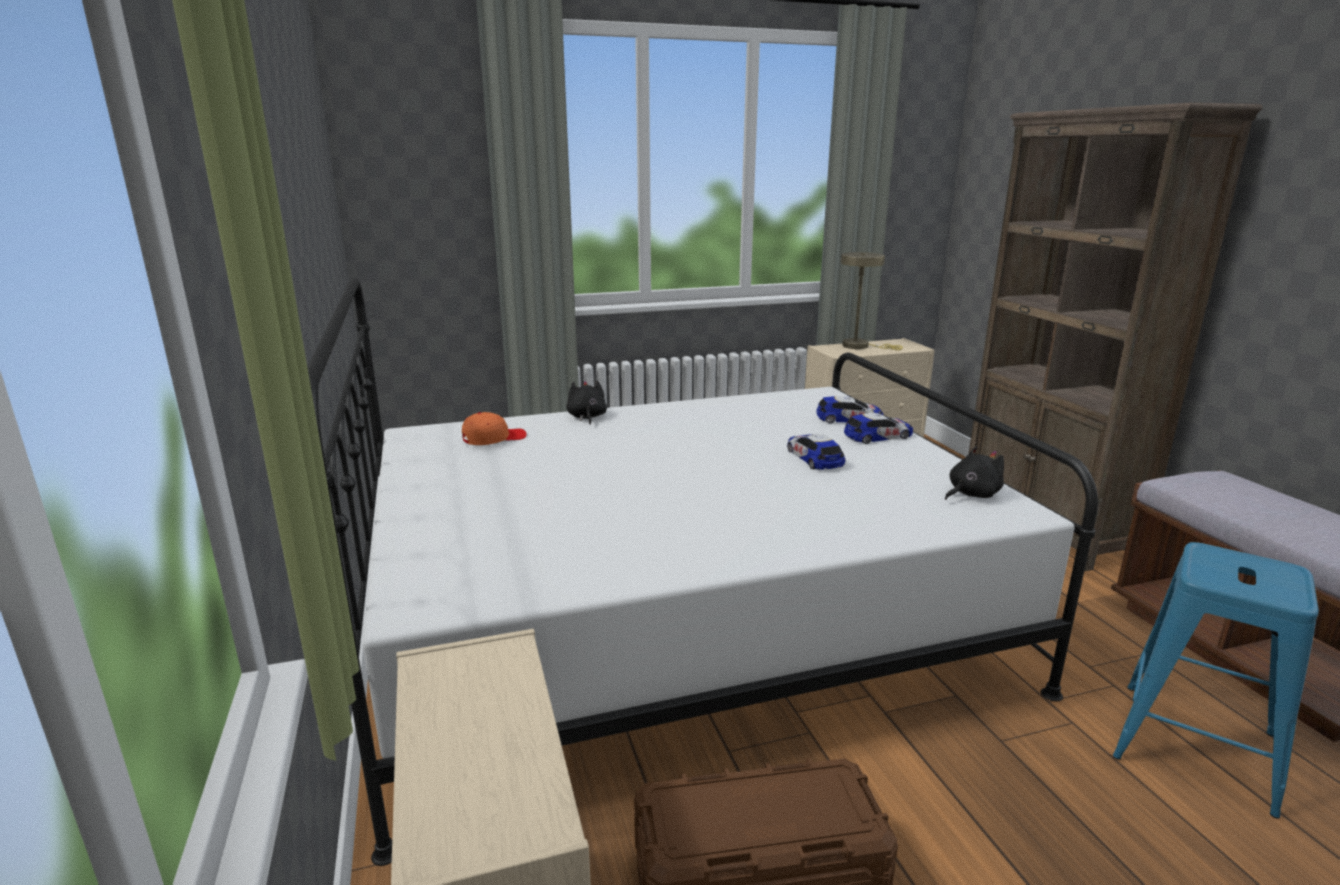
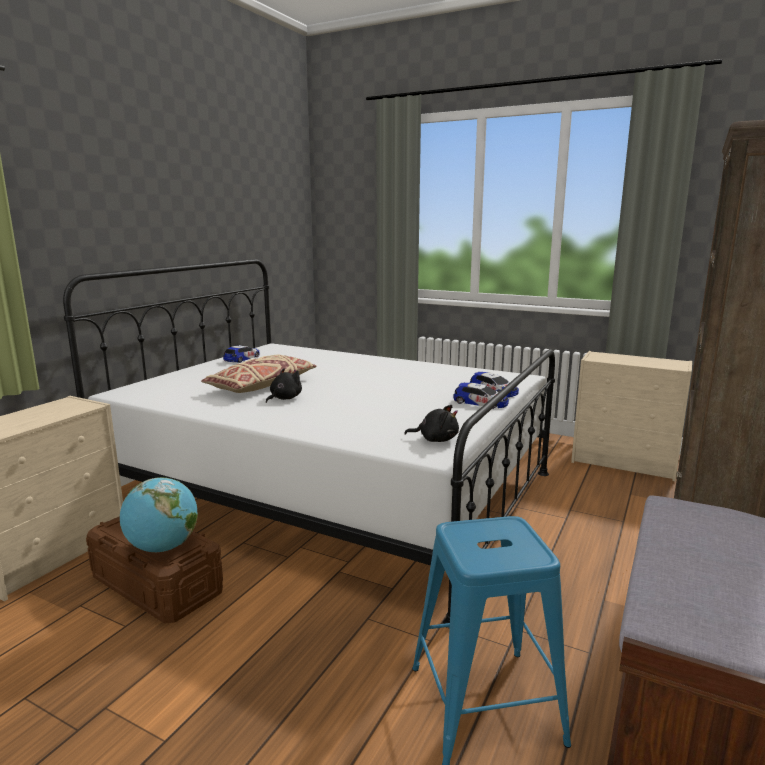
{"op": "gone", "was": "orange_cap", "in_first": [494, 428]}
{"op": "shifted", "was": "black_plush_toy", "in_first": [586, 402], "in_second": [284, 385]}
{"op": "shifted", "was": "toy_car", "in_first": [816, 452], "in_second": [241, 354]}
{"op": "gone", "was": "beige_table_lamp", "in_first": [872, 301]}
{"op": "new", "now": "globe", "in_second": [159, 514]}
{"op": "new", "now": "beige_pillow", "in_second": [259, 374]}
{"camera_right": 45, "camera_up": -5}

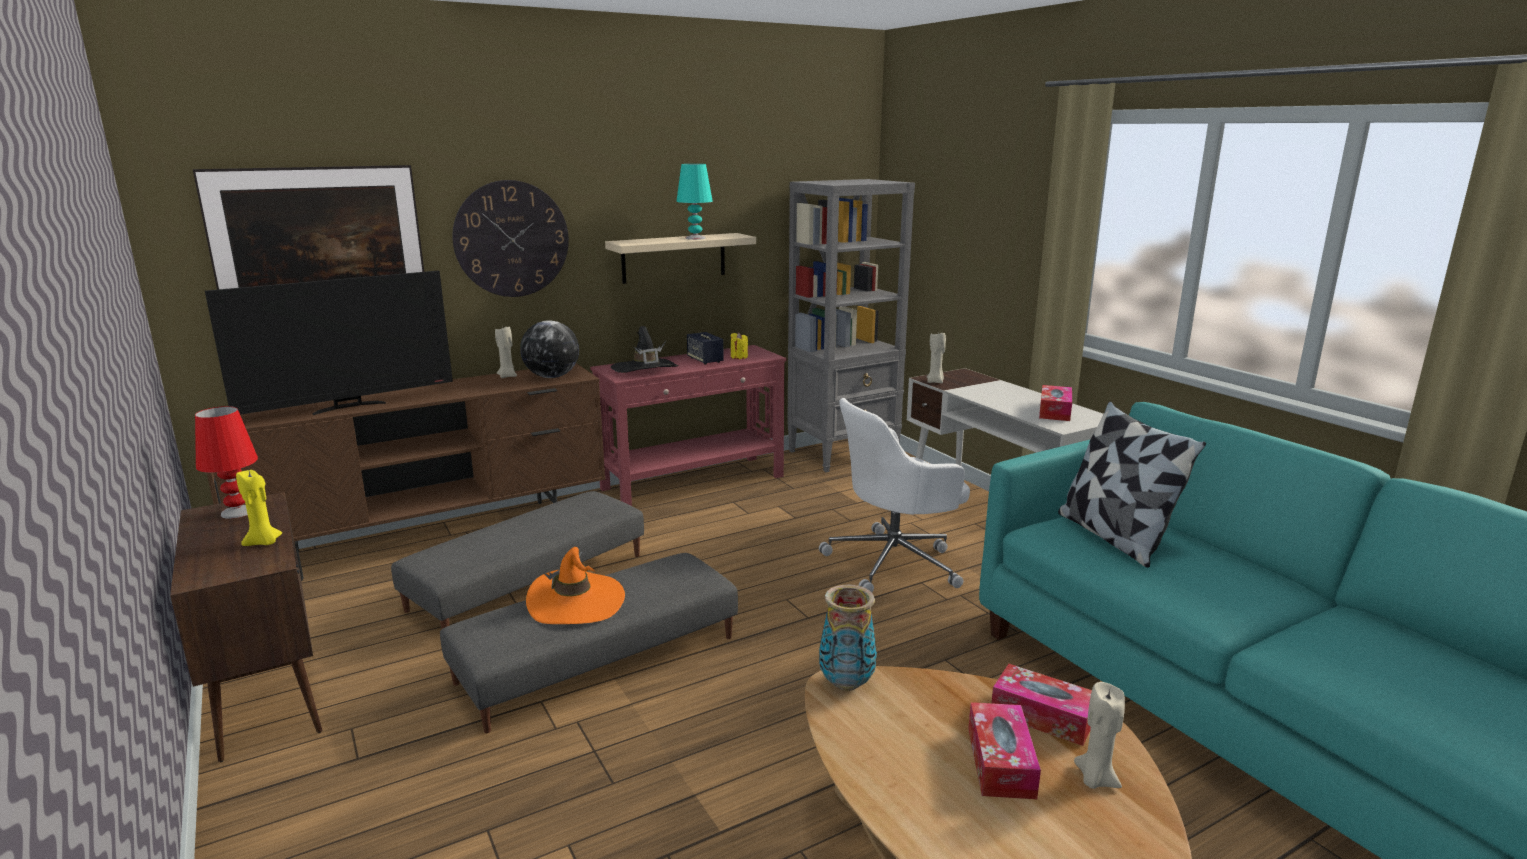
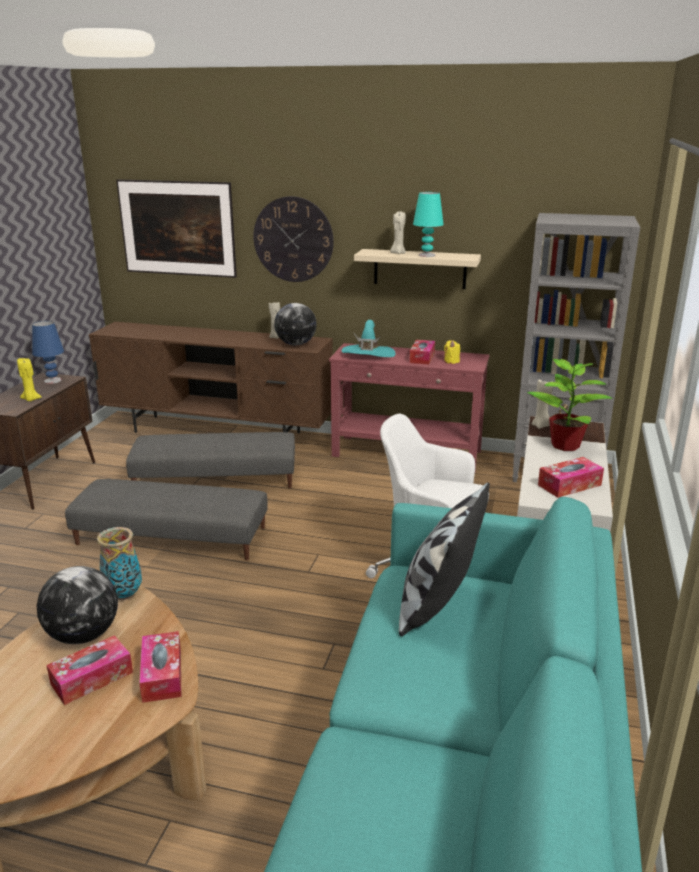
{"op": "repainted", "was": "red_table_lamp", "now": "blue_table_lamp", "in_first": [226, 462], "in_second": [48, 352]}
{"op": "gone", "was": "television", "in_first": [329, 343]}
{"op": "gone", "was": "orange_hat", "in_first": [575, 585]}
{"op": "repainted", "was": "black_hat", "now": "turquoise_hat", "in_first": [645, 349], "in_second": [368, 338]}
{"op": "swapped", "was": "speaker", "now": "tissue_box", "in_first": [705, 348], "in_second": [422, 352]}
{"op": "shifted", "was": "beige_candle", "in_first": [1099, 735], "in_second": [398, 232]}
{"op": "new", "now": "globe", "in_second": [77, 605]}
{"op": "new", "now": "potted_plant", "in_second": [569, 404]}
{"camera_right": 45, "camera_up": 5}

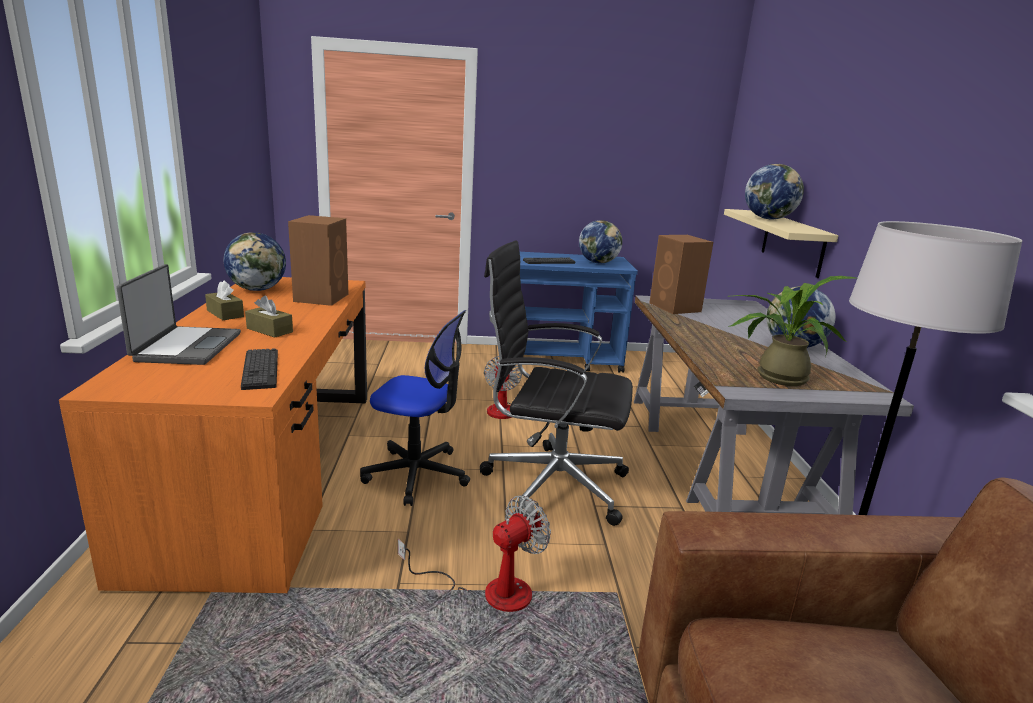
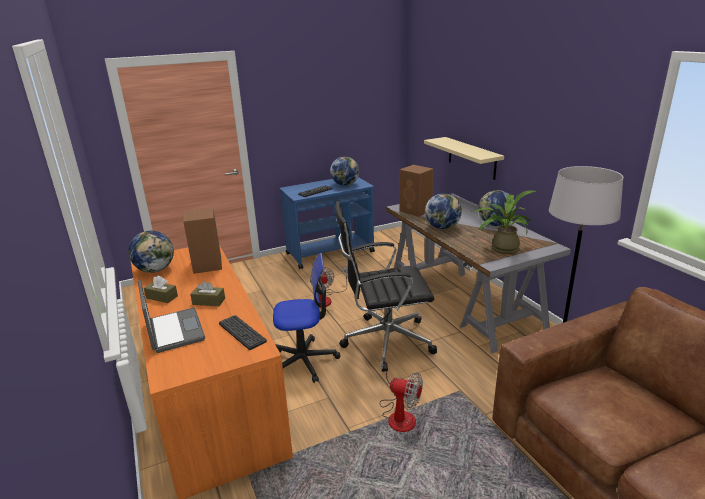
{"op": "rotated", "was": "fan", "in_first": [474, 553], "in_second": [401, 396], "clockwise": 90}
{"op": "shifted", "was": "globe", "in_first": [774, 191], "in_second": [443, 211]}
{"camera_right": -20, "camera_up": 5}

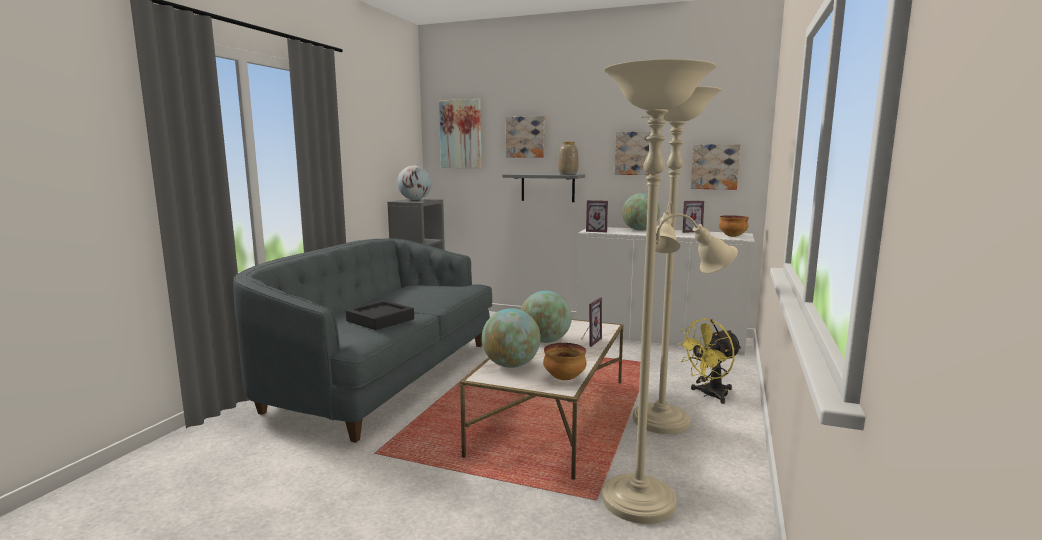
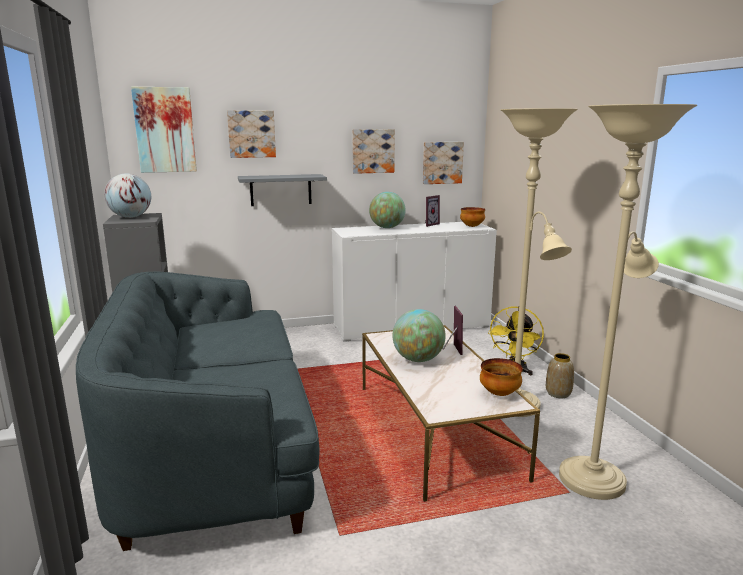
{"op": "gone", "was": "black_tray", "in_first": [380, 315]}
{"op": "gone", "was": "globe", "in_first": [511, 338]}
{"op": "shifted", "was": "vase", "in_first": [568, 158], "in_second": [560, 375]}
{"op": "gone", "was": "picture_frame", "in_first": [597, 216]}
{"camera_right": -35, "camera_up": 5}

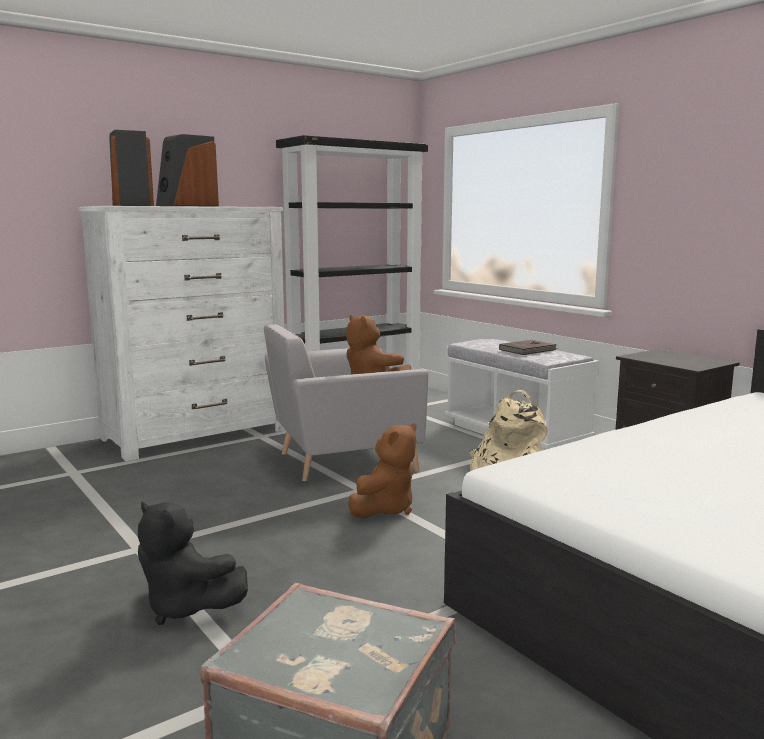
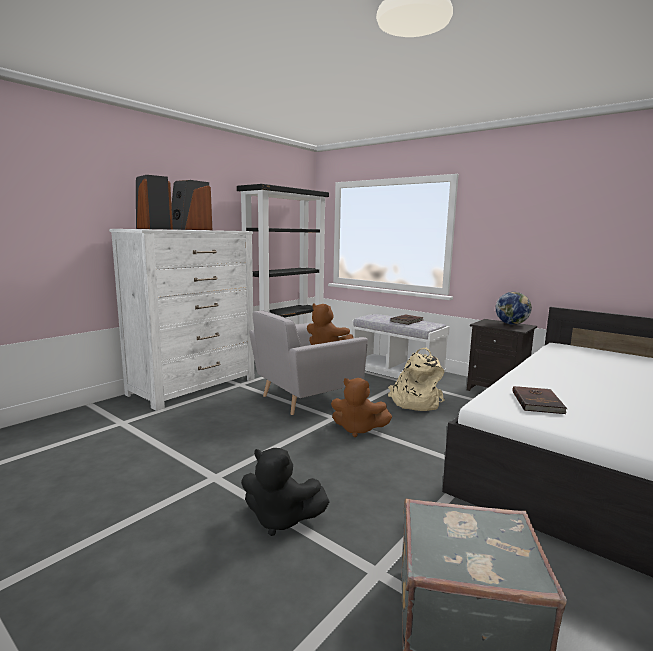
{"op": "rotated", "was": "brown_plush_toy", "in_first": [382, 470], "in_second": [361, 407], "clockwise": 90}
{"op": "new", "now": "globe", "in_second": [514, 308]}
{"op": "new", "now": "brown_book", "in_second": [540, 400]}
{"camera_right": -15, "camera_up": 0}

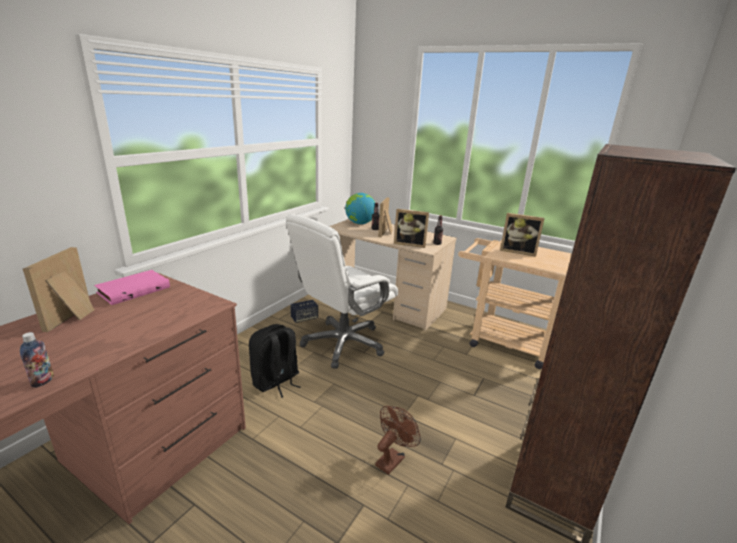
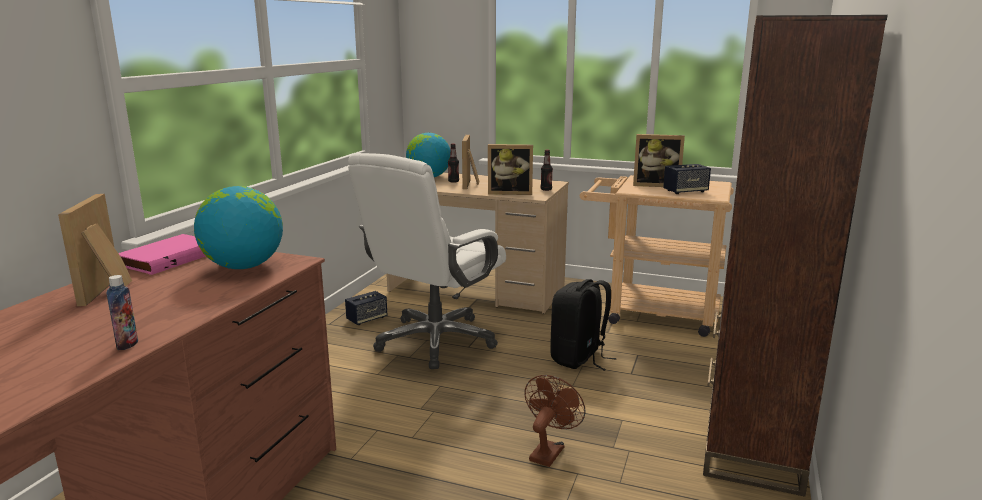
{"op": "shifted", "was": "black_backpack", "in_first": [275, 361], "in_second": [583, 325]}
{"op": "new", "now": "globe", "in_second": [238, 227]}
{"op": "new", "now": "speaker", "in_second": [687, 179]}
{"camera_right": -10, "camera_up": -5}

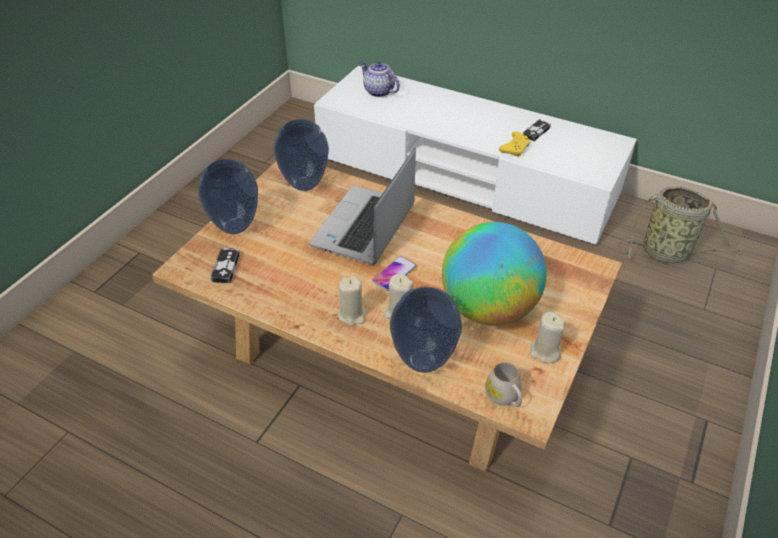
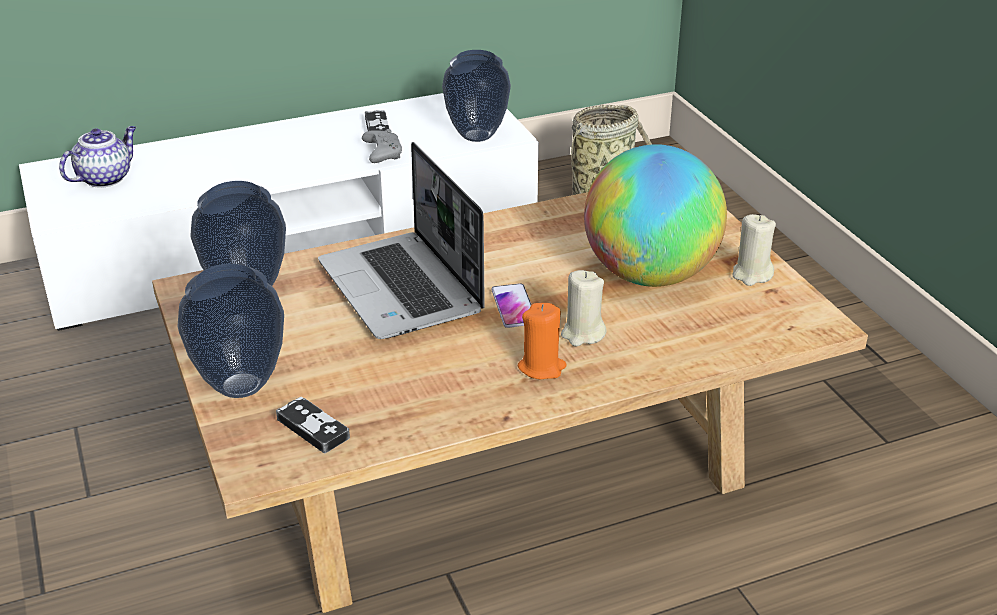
{"op": "repainted", "was": "beige_candle", "now": "orange_candle", "in_first": [352, 301], "in_second": [542, 341]}
{"op": "rotated", "was": "teapot", "in_first": [379, 79], "in_second": [97, 157], "clockwise": 135}
{"op": "shifted", "was": "vase", "in_first": [426, 330], "in_second": [476, 96]}
{"op": "gone", "was": "white_mug", "in_first": [503, 384]}
{"op": "repainted", "was": "yellow_game_controller", "now": "grey_game_controller", "in_first": [514, 144], "in_second": [382, 146]}
{"camera_right": -50, "camera_up": -10}

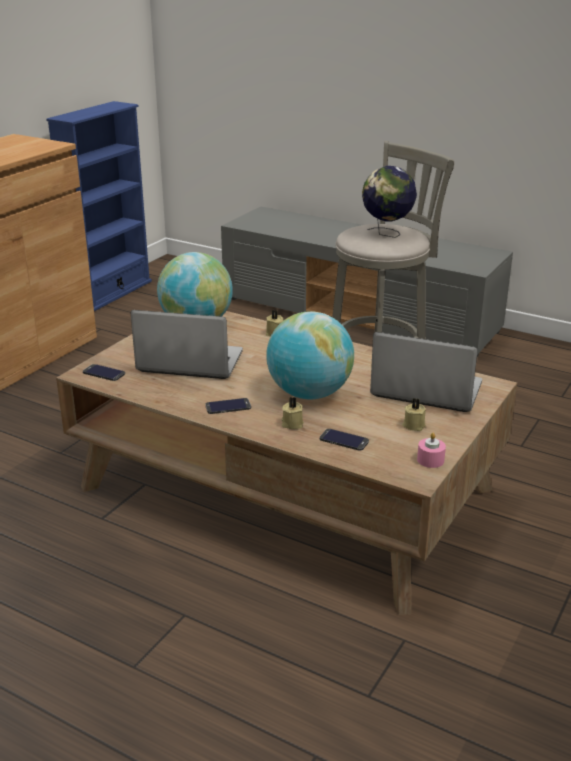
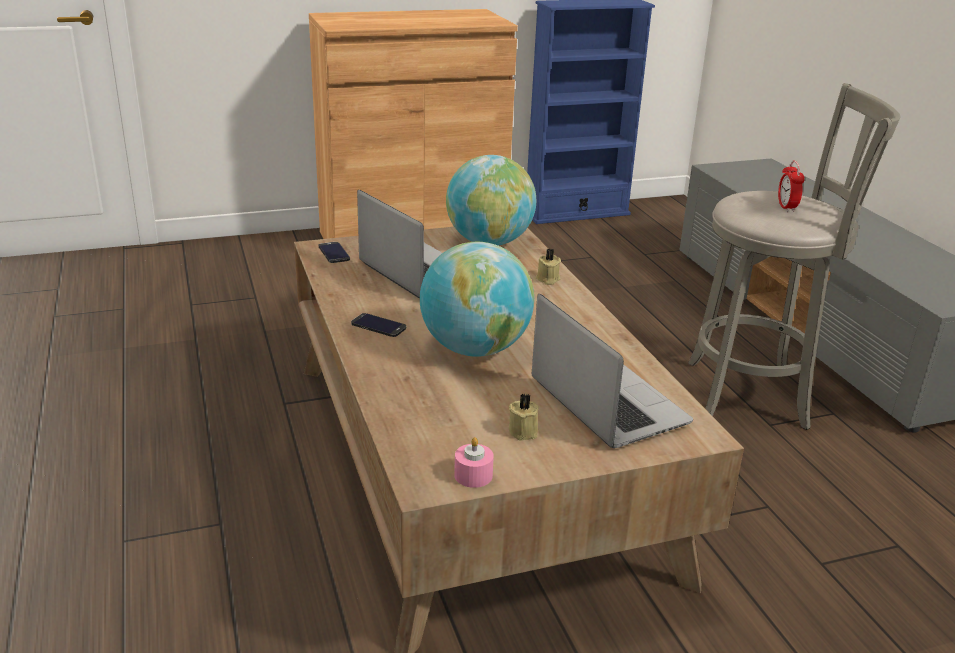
{"op": "gone", "was": "beige_candle", "in_first": [292, 413]}
{"op": "gone", "was": "phone", "in_first": [344, 440]}
{"op": "swapped", "was": "globe", "now": "alarm_clock", "in_first": [389, 202], "in_second": [791, 186]}
{"camera_right": 40, "camera_up": 0}

